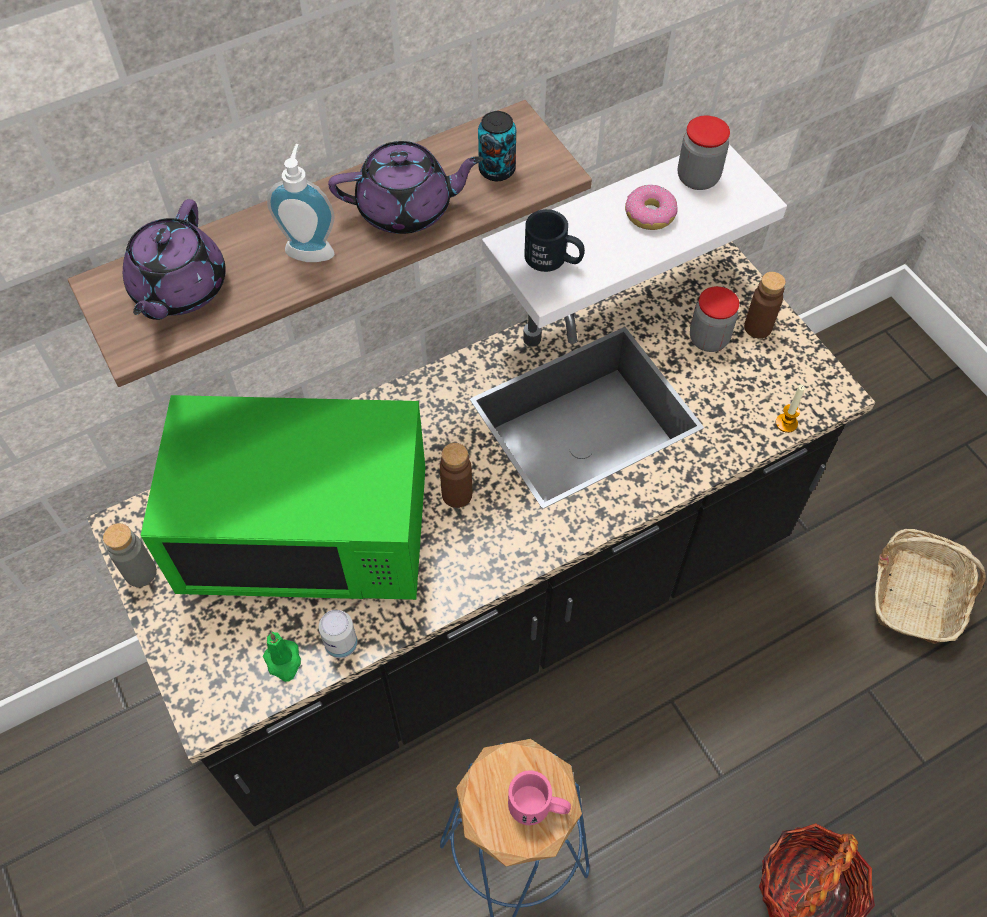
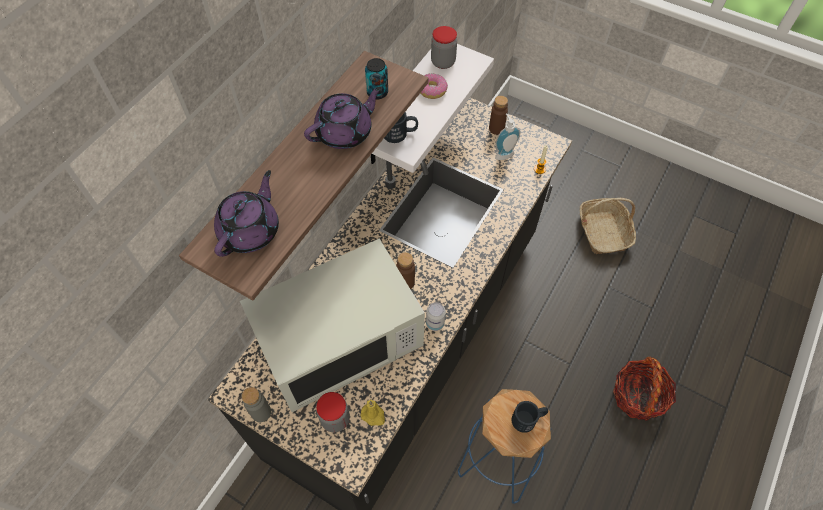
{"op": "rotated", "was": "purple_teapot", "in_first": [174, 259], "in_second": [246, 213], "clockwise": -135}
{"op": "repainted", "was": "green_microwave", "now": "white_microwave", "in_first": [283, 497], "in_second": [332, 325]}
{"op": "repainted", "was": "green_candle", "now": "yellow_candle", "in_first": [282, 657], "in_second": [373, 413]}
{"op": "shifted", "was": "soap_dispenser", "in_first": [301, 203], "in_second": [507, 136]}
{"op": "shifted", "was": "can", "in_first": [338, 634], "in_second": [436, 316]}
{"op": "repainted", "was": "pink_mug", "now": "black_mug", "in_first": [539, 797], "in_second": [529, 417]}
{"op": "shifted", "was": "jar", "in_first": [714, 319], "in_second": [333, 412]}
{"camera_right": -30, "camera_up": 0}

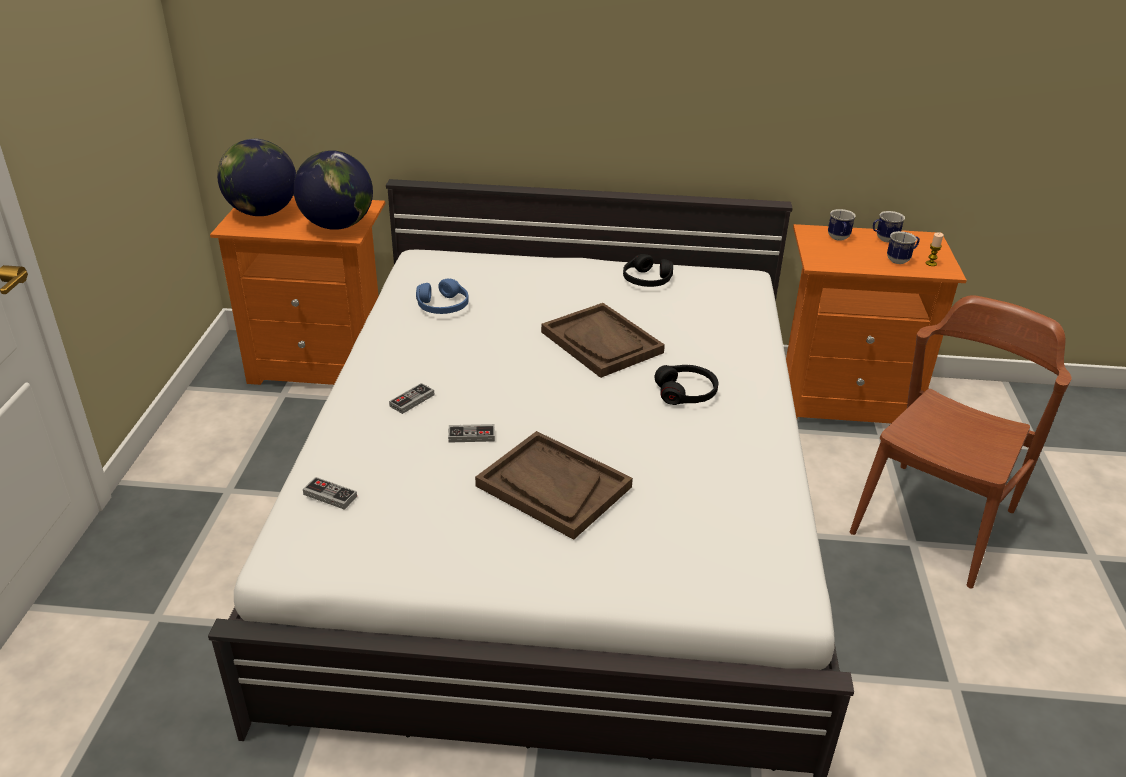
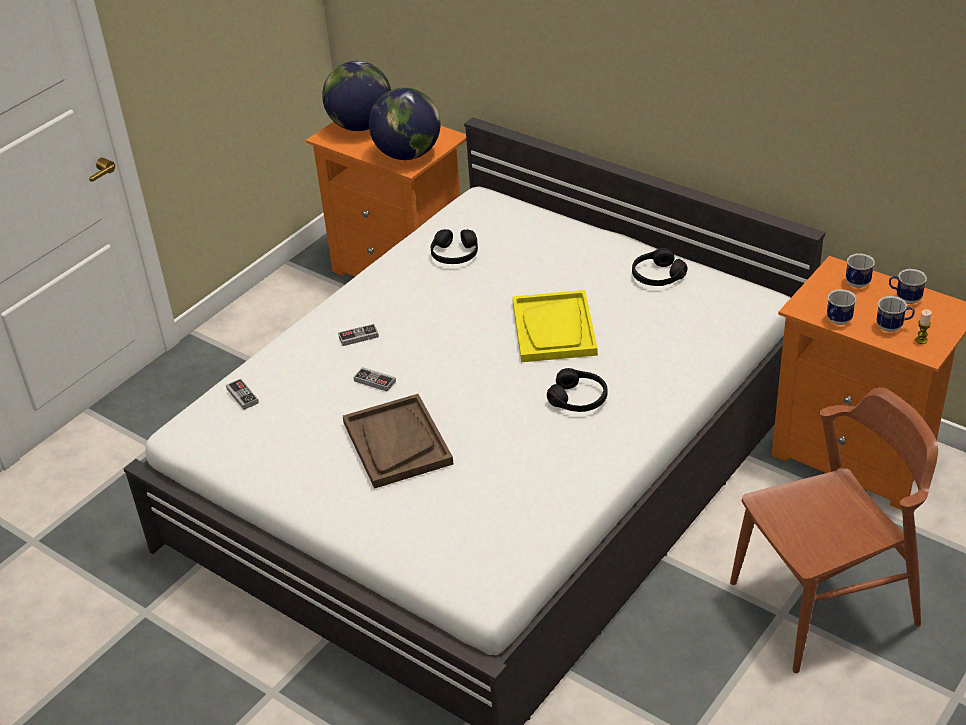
{"op": "repainted", "was": "blue_headphones", "now": "black_headphones", "in_first": [442, 296], "in_second": [454, 246]}
{"op": "repainted", "was": "brown_tray", "now": "yellow_tray", "in_first": [603, 340], "in_second": [555, 326]}
{"op": "new", "now": "mug", "in_second": [841, 307]}
{"camera_right": 35, "camera_up": 5}

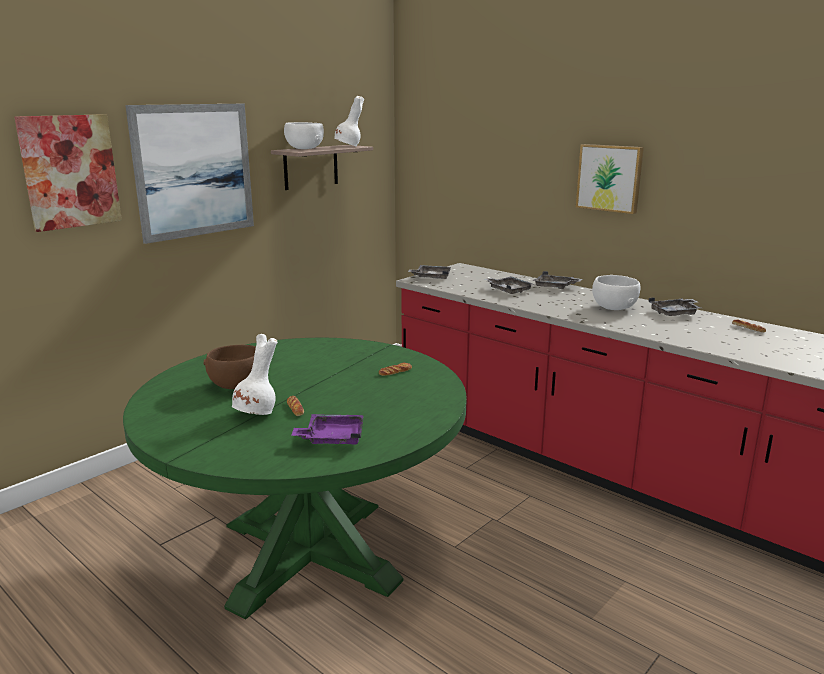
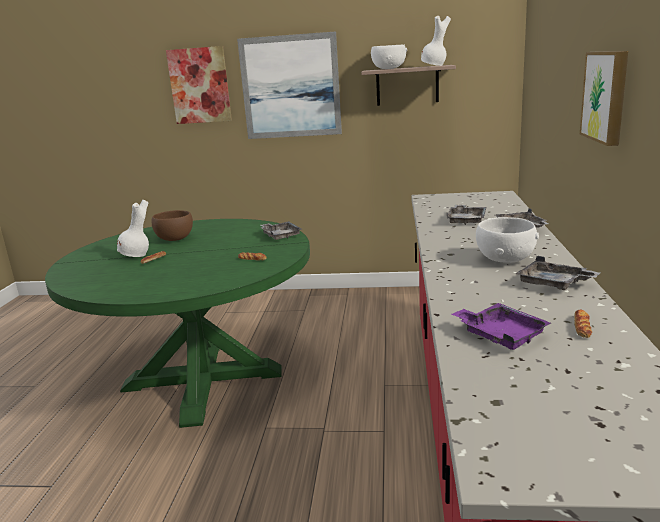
{"op": "shifted", "was": "purple_tray", "in_first": [327, 429], "in_second": [501, 326]}
{"op": "shifted", "was": "grey_tray", "in_first": [429, 272], "in_second": [281, 230]}
{"camera_right": 55, "camera_up": 0}

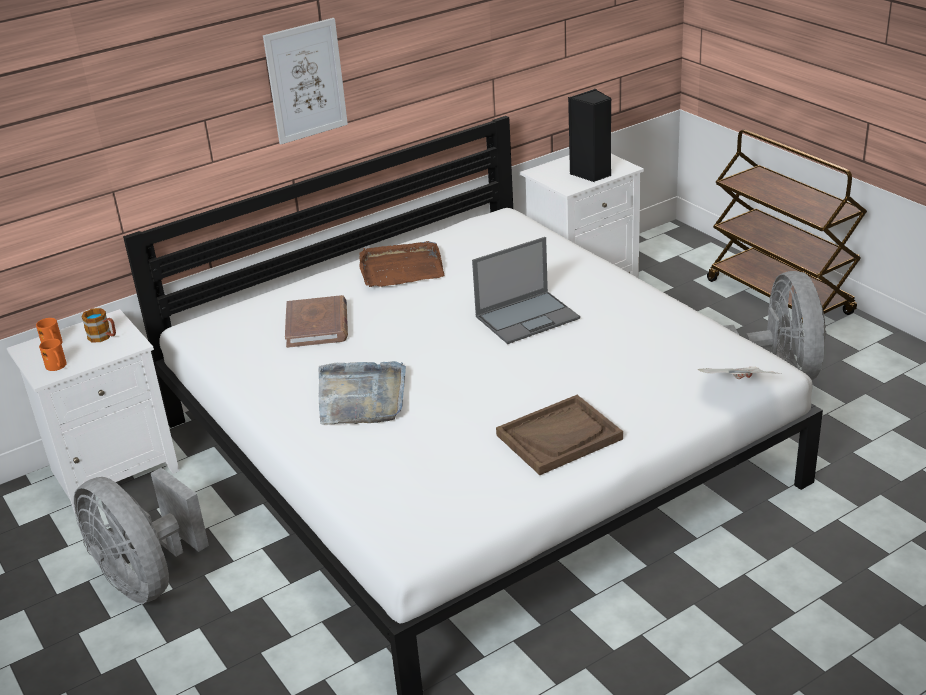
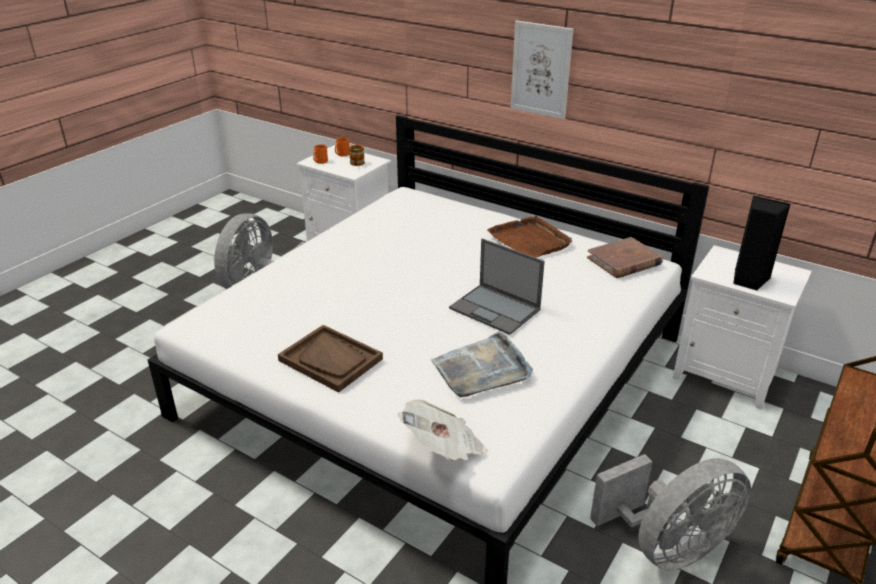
{"op": "shifted", "was": "brown_book", "in_first": [316, 321], "in_second": [625, 257]}
{"op": "shifted", "was": "grey_tray", "in_first": [362, 392], "in_second": [482, 364]}
{"camera_right": 65, "camera_up": 0}

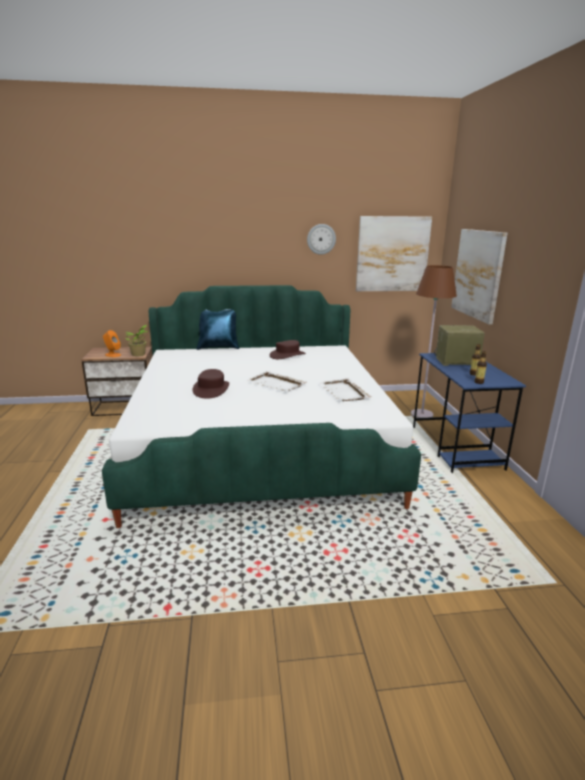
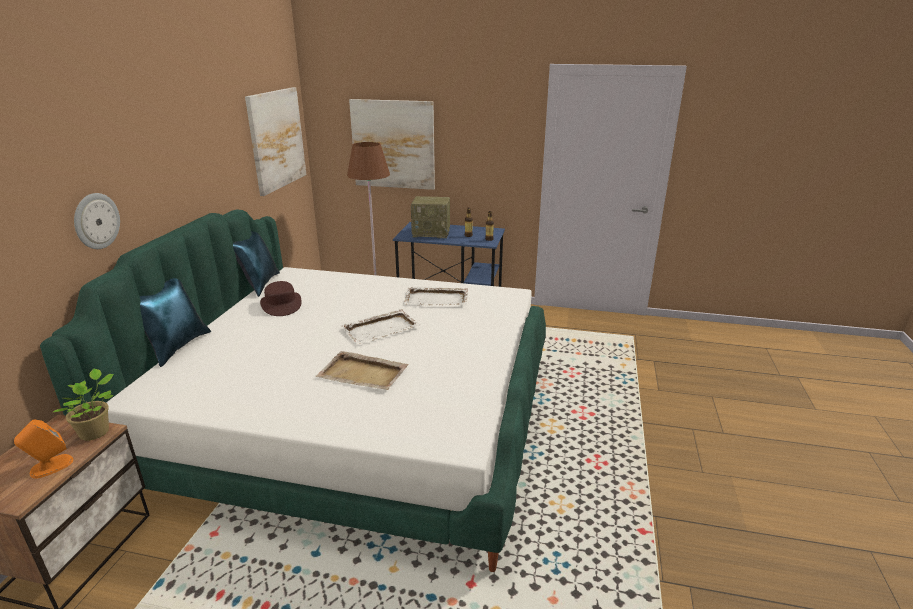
{"op": "swapped", "was": "brown_hat", "now": "beige_tray", "in_first": [210, 384], "in_second": [362, 370]}
{"op": "shifted", "was": "wall_clock", "in_first": [321, 239], "in_second": [97, 221]}
{"op": "rotated", "was": "radio", "in_first": [459, 345], "in_second": [430, 217], "clockwise": -105}
{"op": "new", "now": "blue_pillow", "in_second": [256, 264]}
{"camera_right": -70, "camera_up": 5}

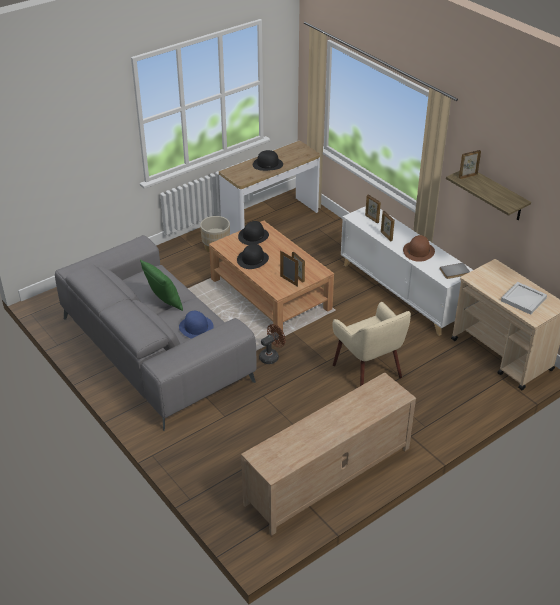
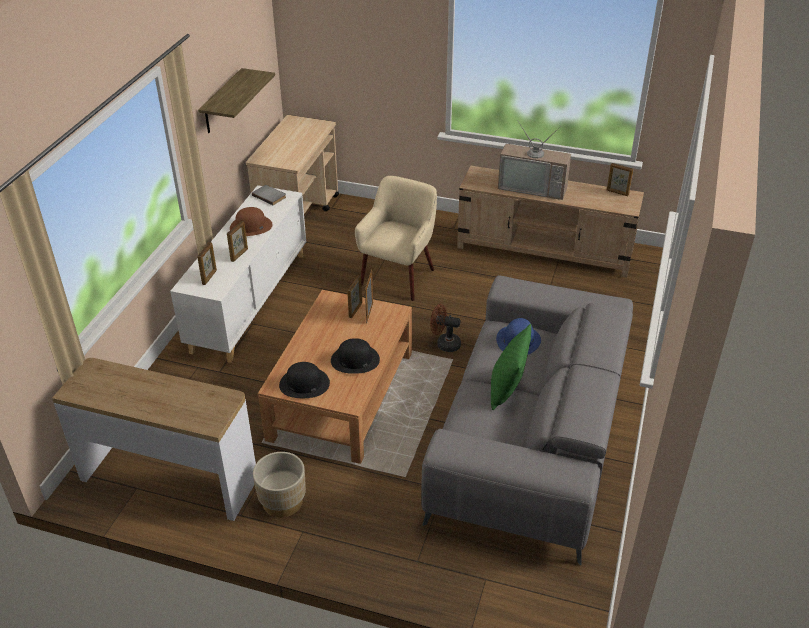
{"op": "gone", "was": "black_hat", "in_first": [268, 160]}
{"op": "shifted", "was": "picture_frame", "in_first": [470, 164], "in_second": [620, 179]}
{"op": "gone", "was": "white_tray", "in_first": [524, 298]}
{"op": "new", "now": "television", "in_second": [534, 160]}
{"camera_right": -125, "camera_up": 0}

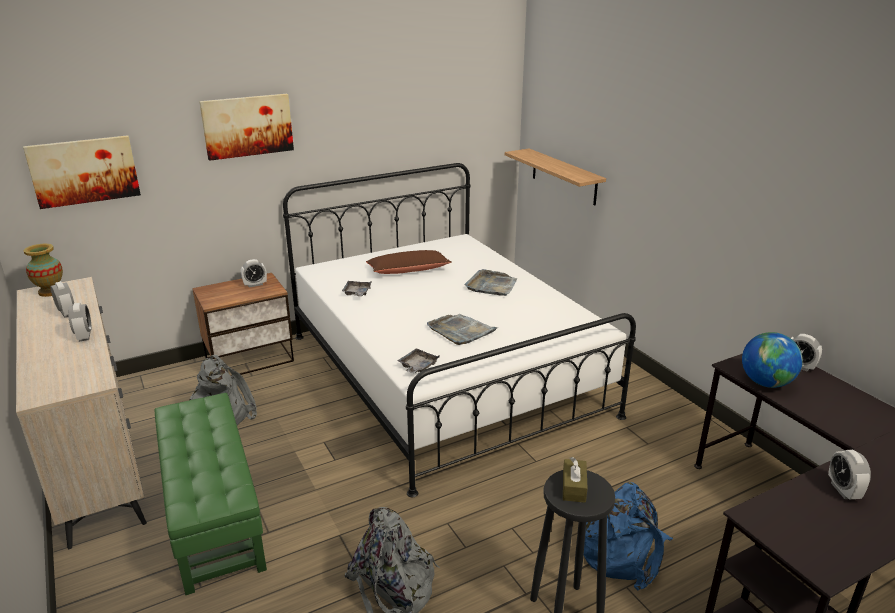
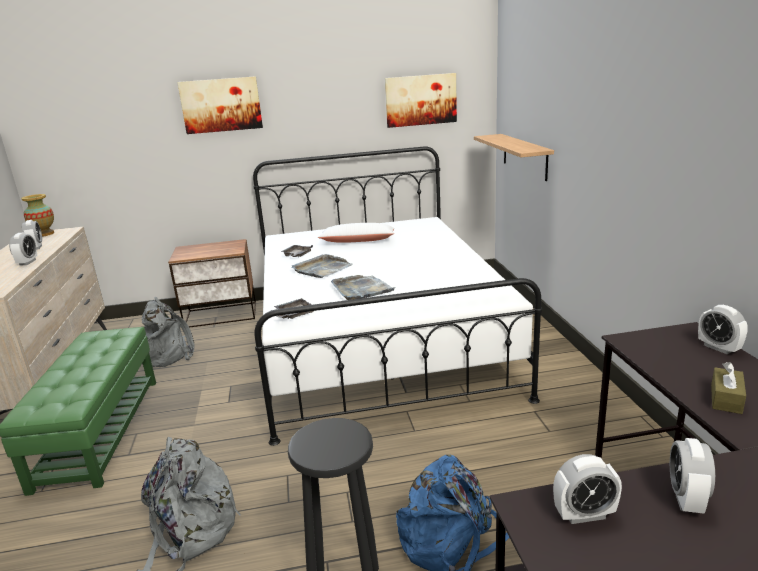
{"op": "shifted", "was": "picture", "in_first": [82, 172], "in_second": [421, 100]}
{"op": "shifted", "was": "alarm_clock", "in_first": [254, 273], "in_second": [587, 489]}
{"op": "repainted", "was": "brown_pillow", "now": "white_pillow", "in_first": [409, 262], "in_second": [356, 233]}
{"op": "shifted", "was": "grey_tray", "in_first": [490, 282], "in_second": [322, 266]}
{"op": "shifted", "was": "brown_tissue_box", "in_first": [575, 480], "in_second": [728, 388]}
{"op": "gone", "was": "globe", "in_first": [772, 360]}
{"camera_right": 20, "camera_up": -5}

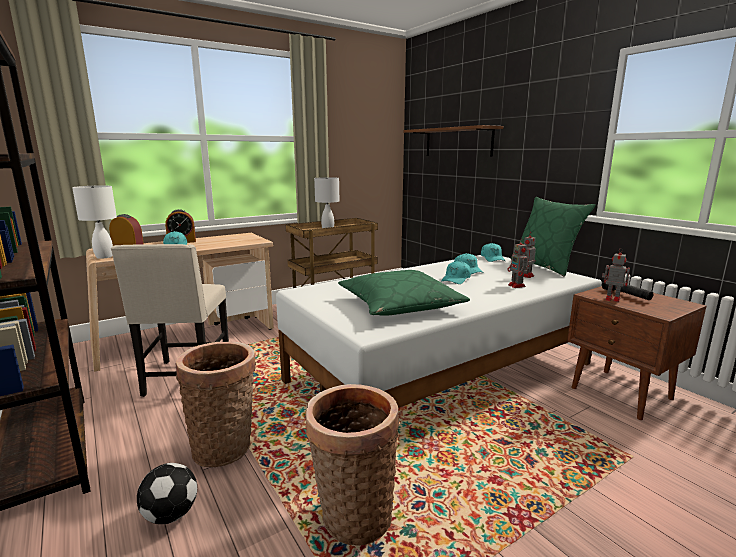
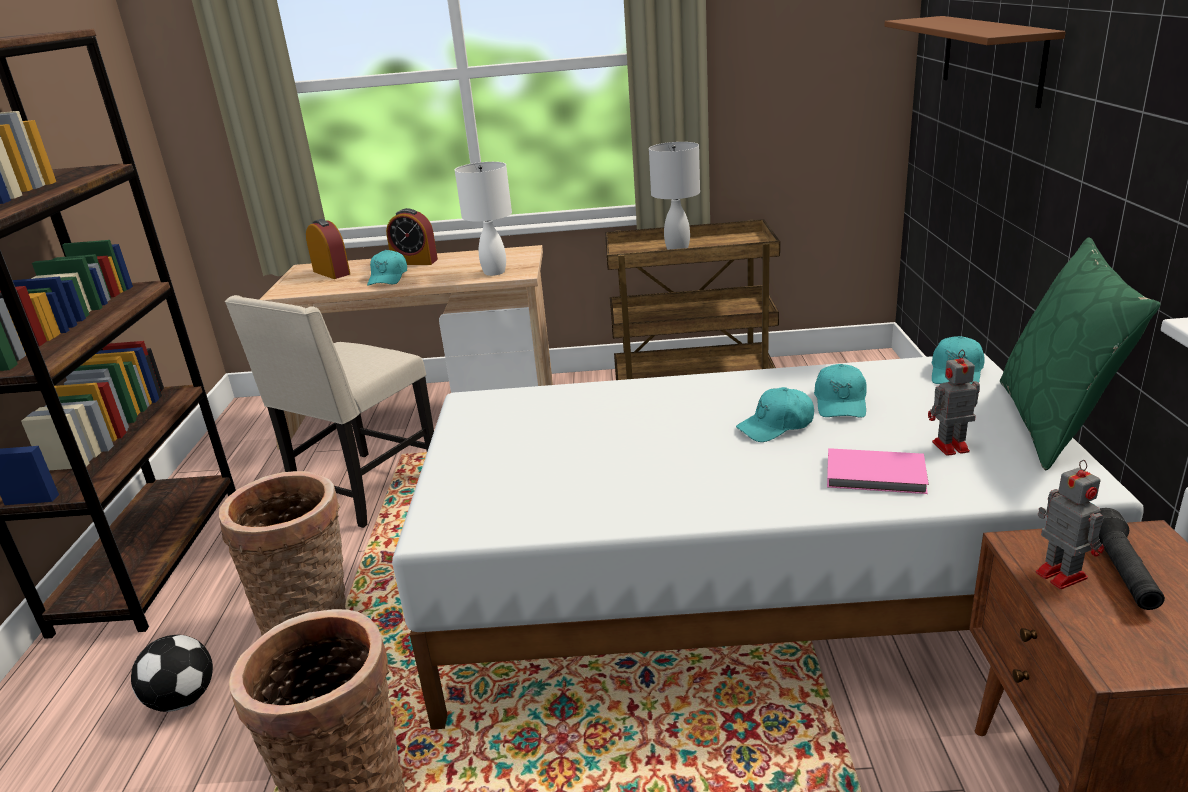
{"op": "shifted", "was": "white_table_lamp", "in_first": [94, 222], "in_second": [483, 219]}
{"op": "gone", "was": "green_pillow", "in_first": [404, 293]}
{"op": "swapped", "was": "toy_robot", "now": "pink_book", "in_first": [518, 264], "in_second": [878, 471]}
{"camera_right": 35, "camera_up": 10}

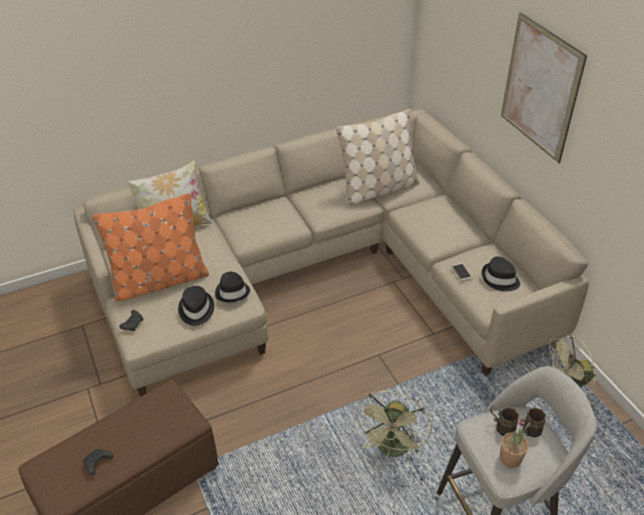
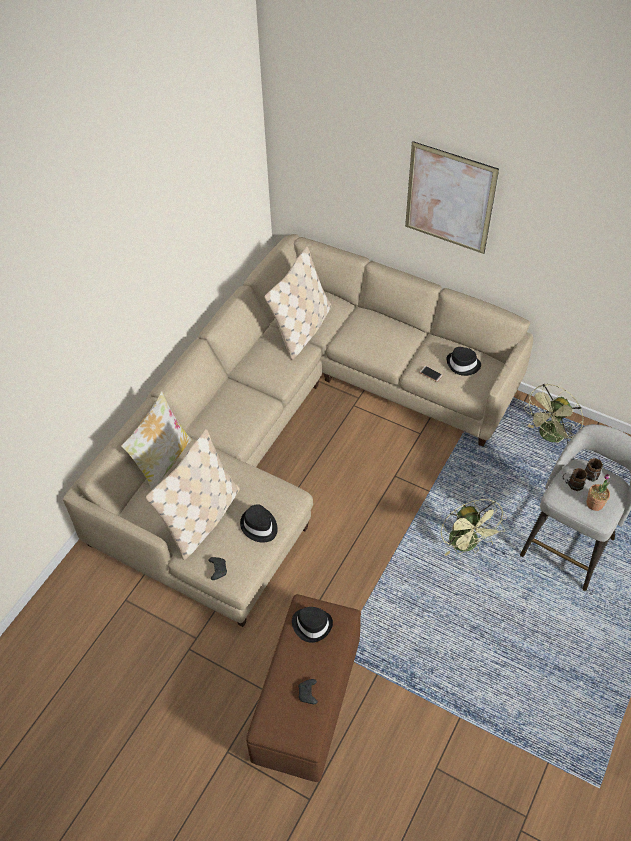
{"op": "repainted", "was": "orange_pillow", "now": "beige_pillow", "in_first": [151, 247], "in_second": [193, 494]}
{"op": "shifted", "was": "black_hat", "in_first": [232, 287], "in_second": [312, 625]}
{"camera_right": -35, "camera_up": 10}

